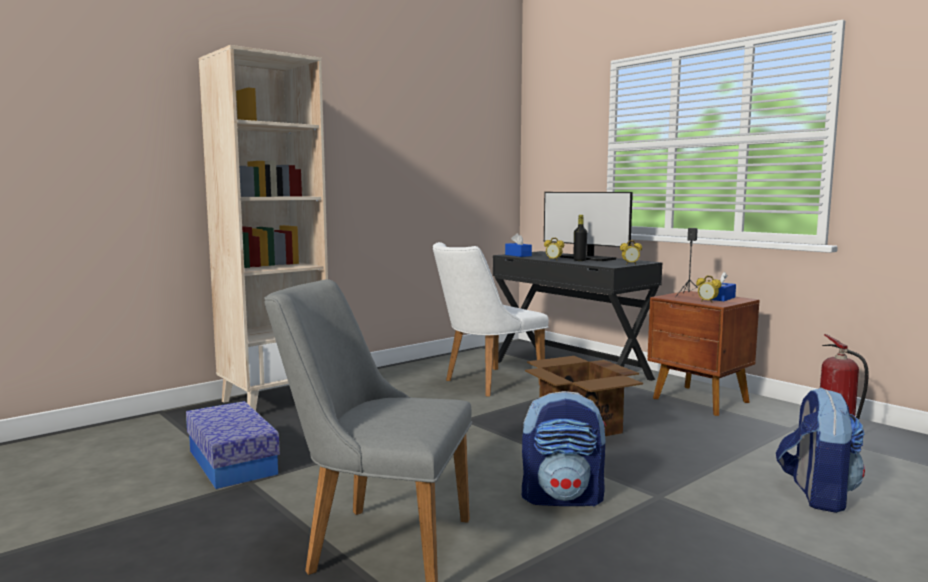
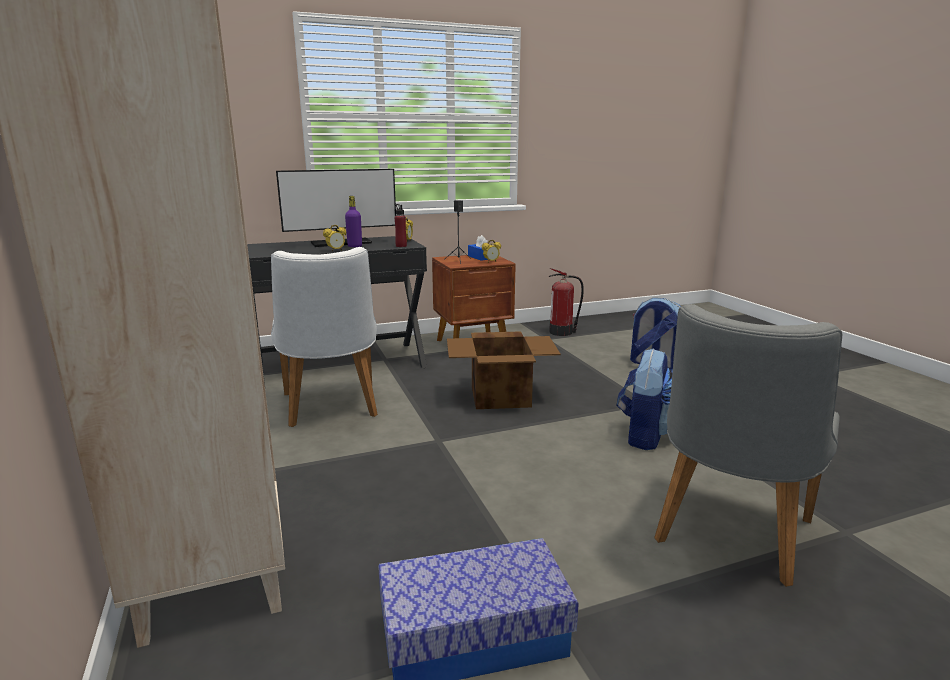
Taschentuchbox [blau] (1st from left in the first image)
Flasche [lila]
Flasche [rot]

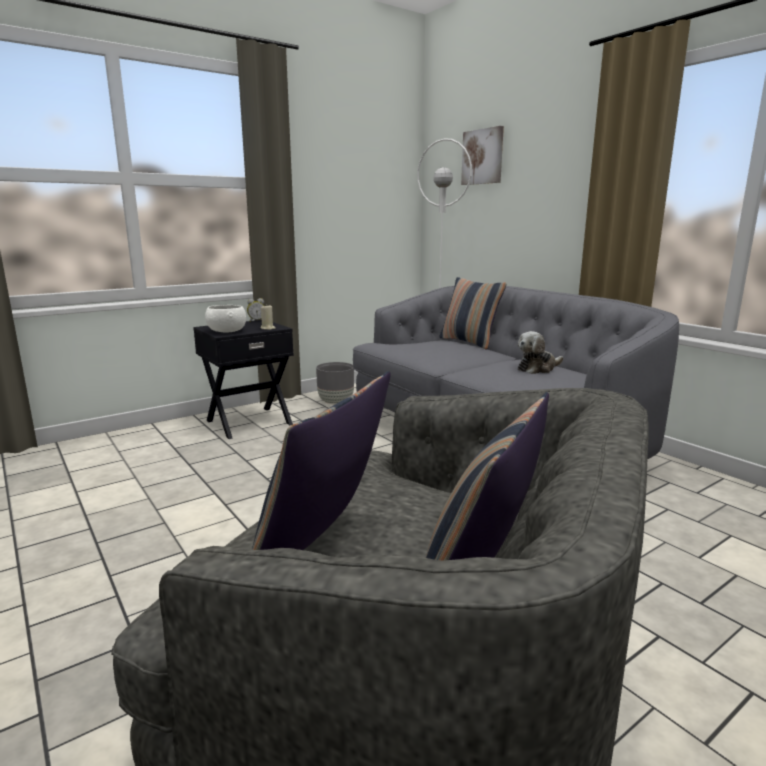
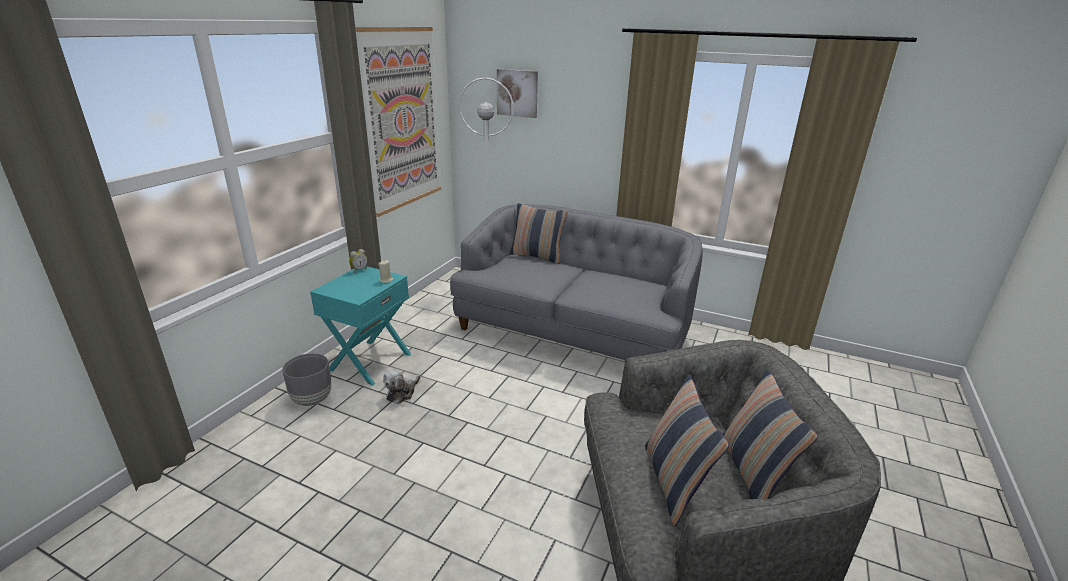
Nachttisch [türkis]
Schüssel [weiß]
Pflanzkübel [grau]
Plüschtier
Bild (1st from left)

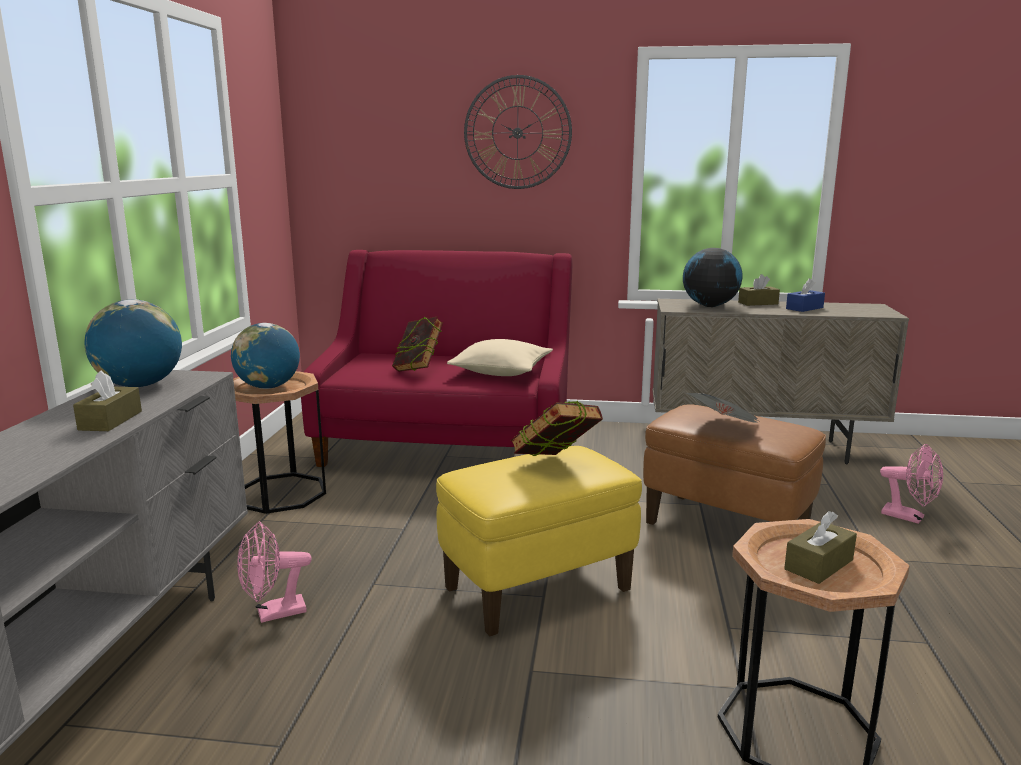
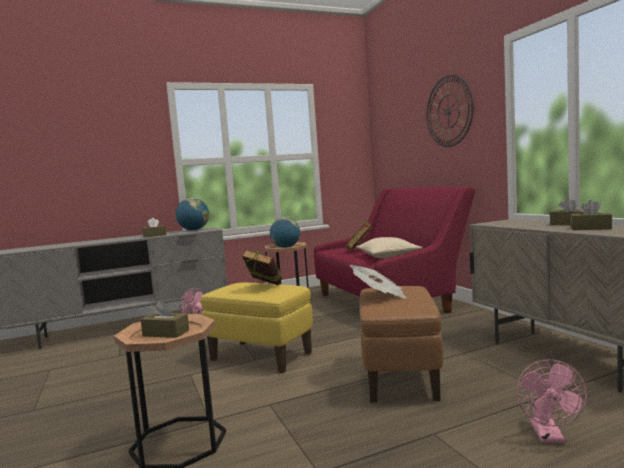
Globus (3rd from left in the first image)
Taschentuchbox [braun] (4th from left)

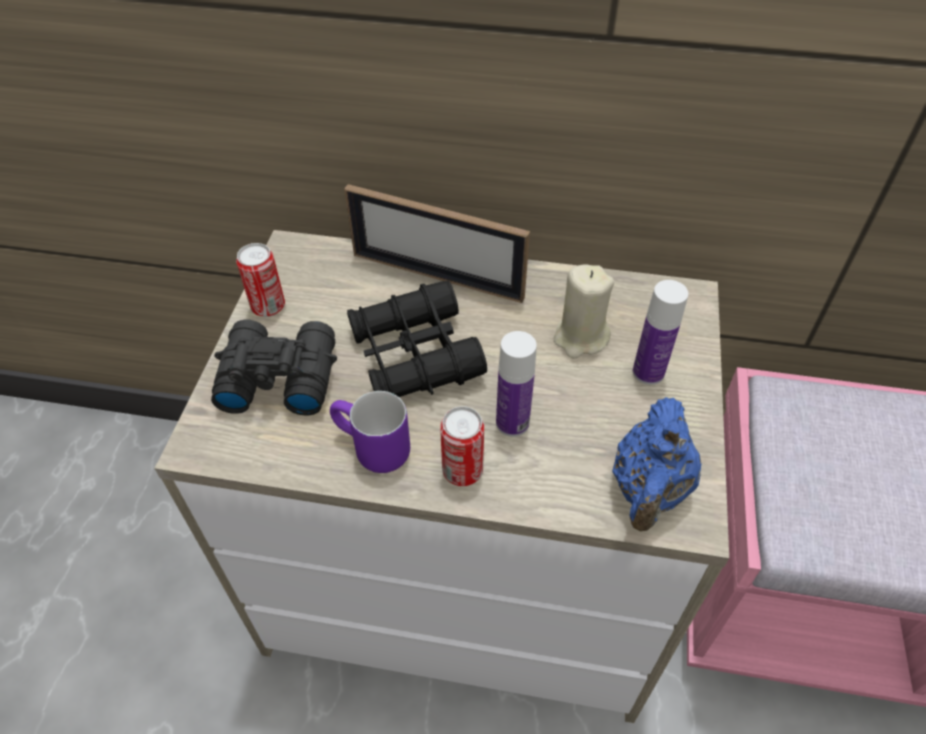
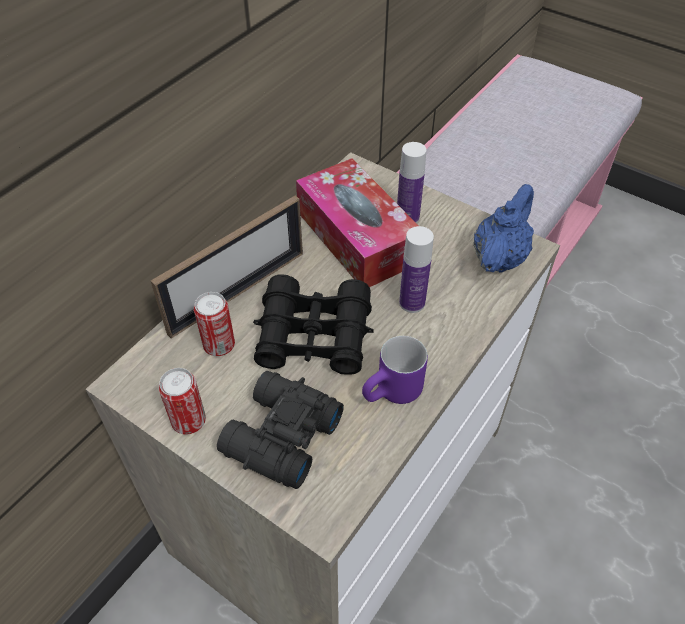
Dose (2nd from left)
Taschentuchbox
Teekanne [blau]

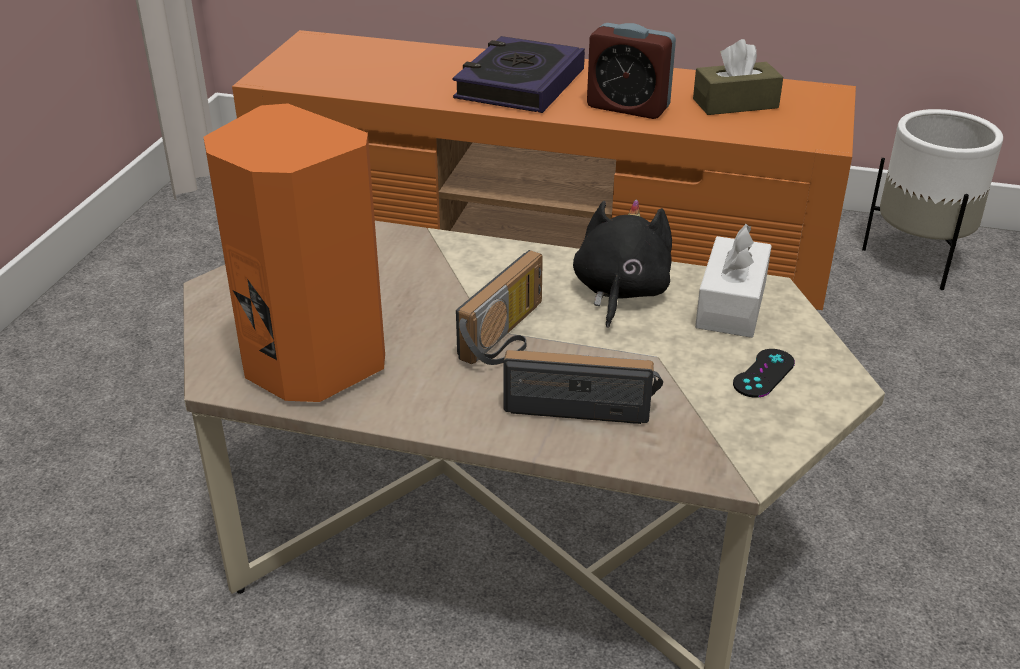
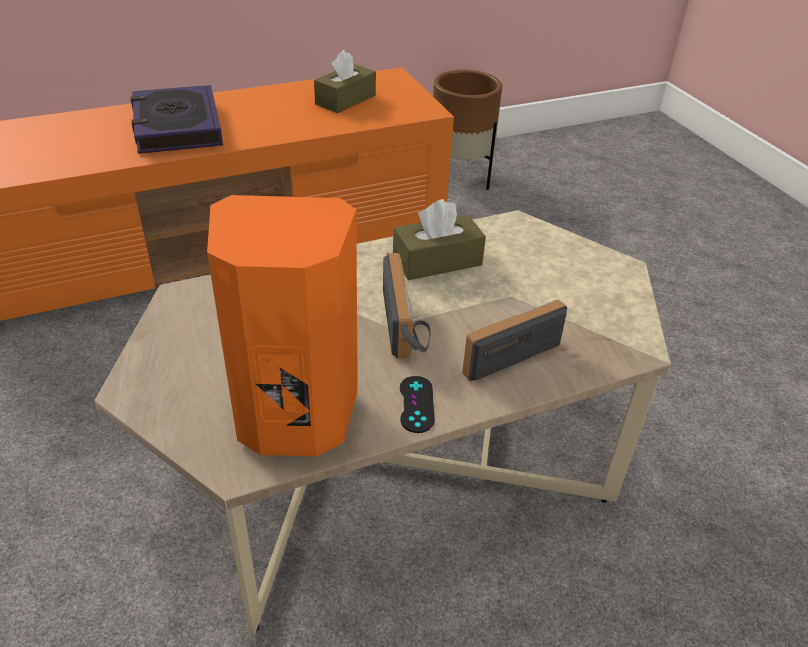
Taschentuchbox [braun] (2nd from left)
Wecker
Taschentuchbox [weiß]
Gamepad [schwarz]
Pflanzkübel [braun]

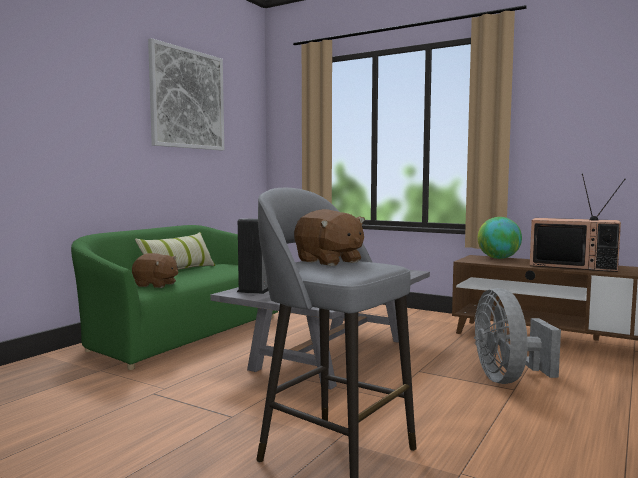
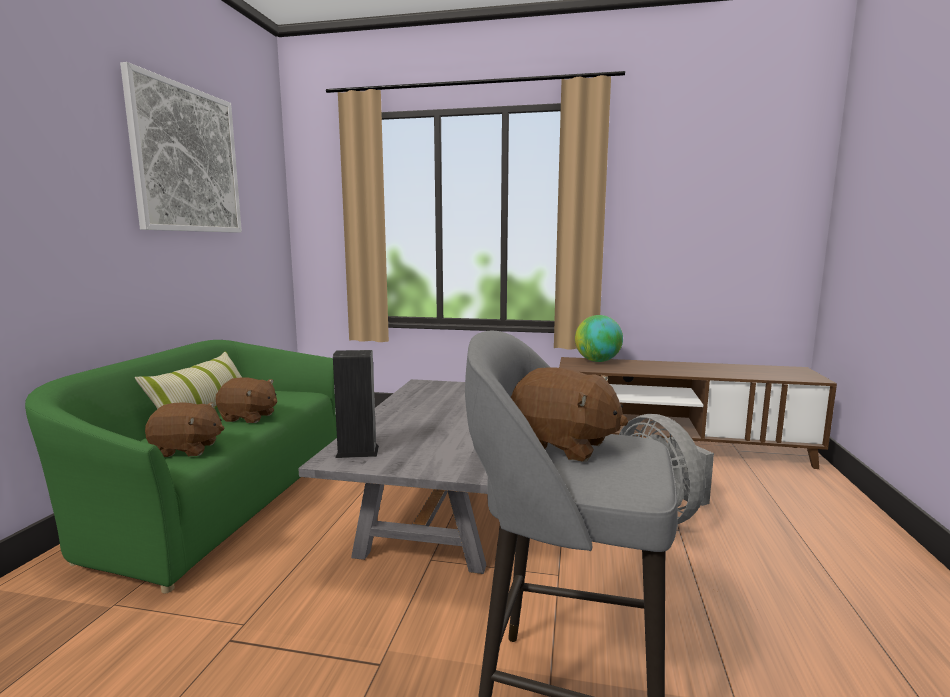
Fernseher
Plüschtier [braun] (2nd from left)

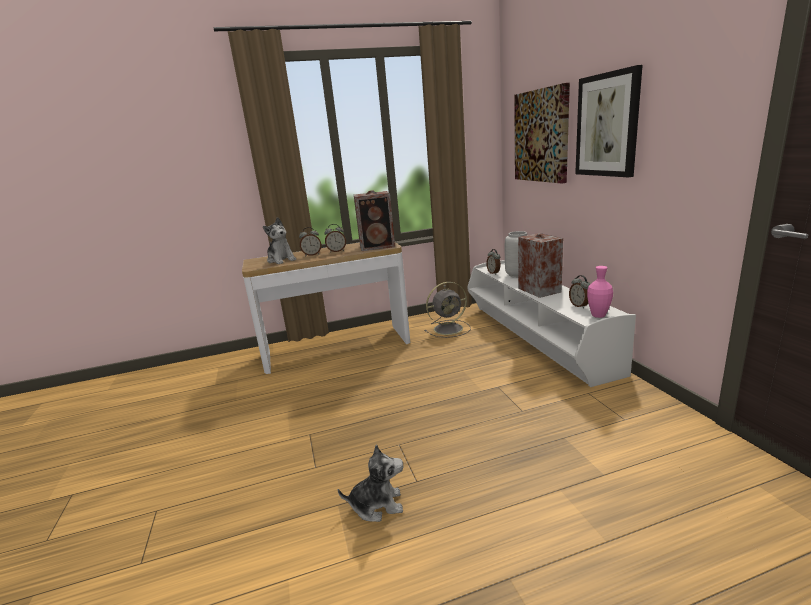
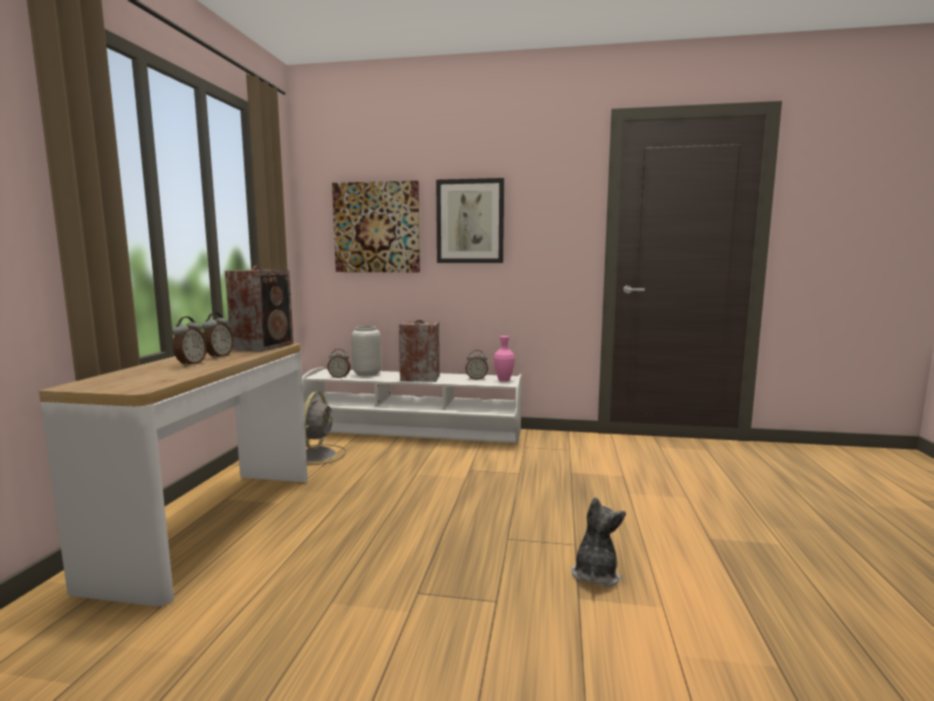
Plüschtier (1st from left in the first image)

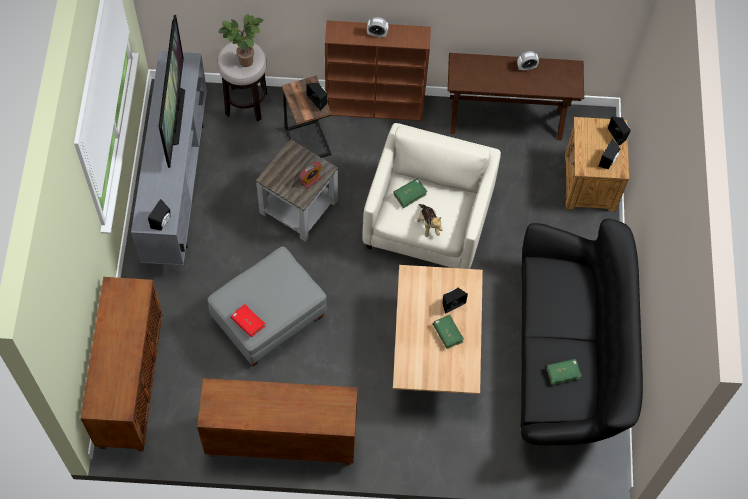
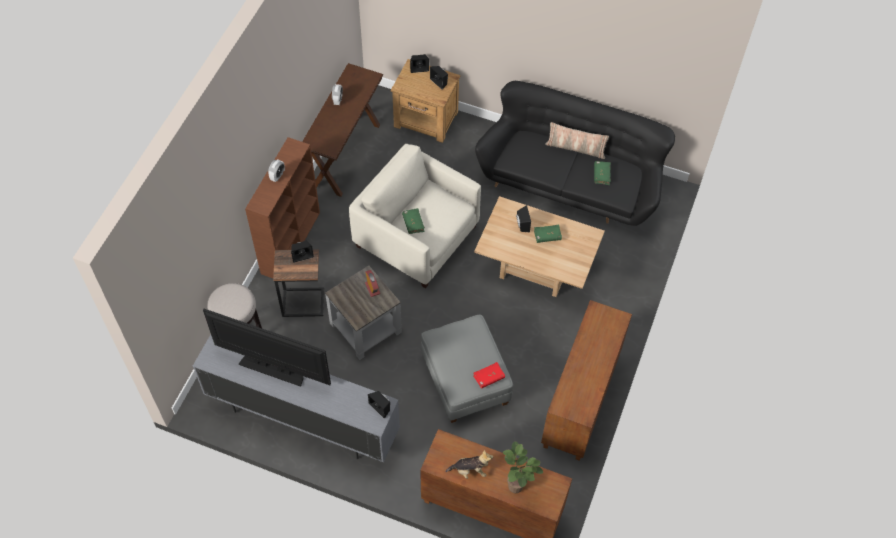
Topfpflanze
Plüschtier
Kissen

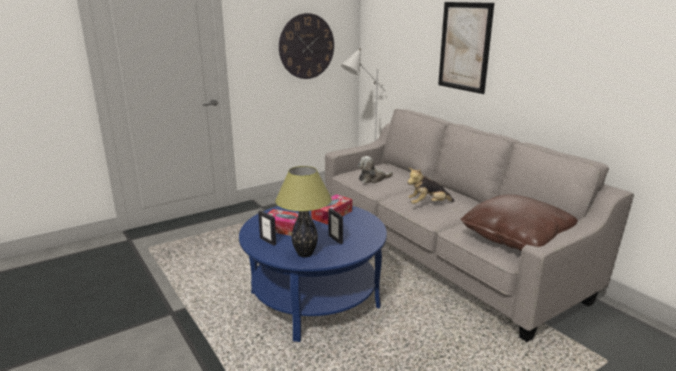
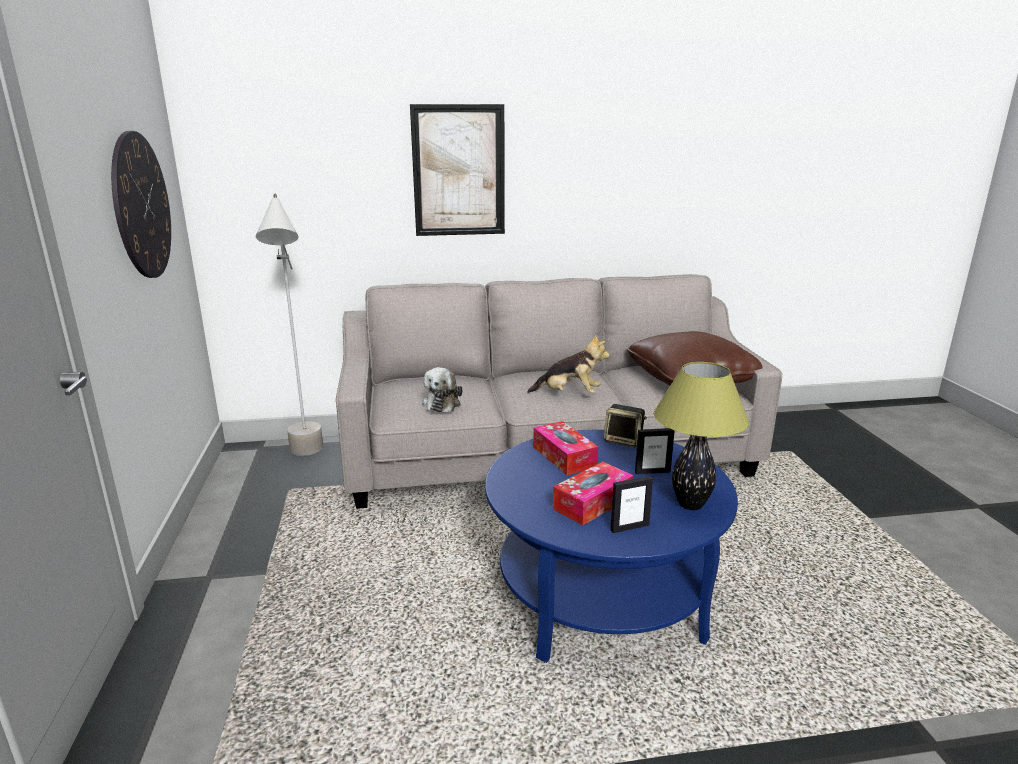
Plüschtier (2nd from left)
Lautsprecher

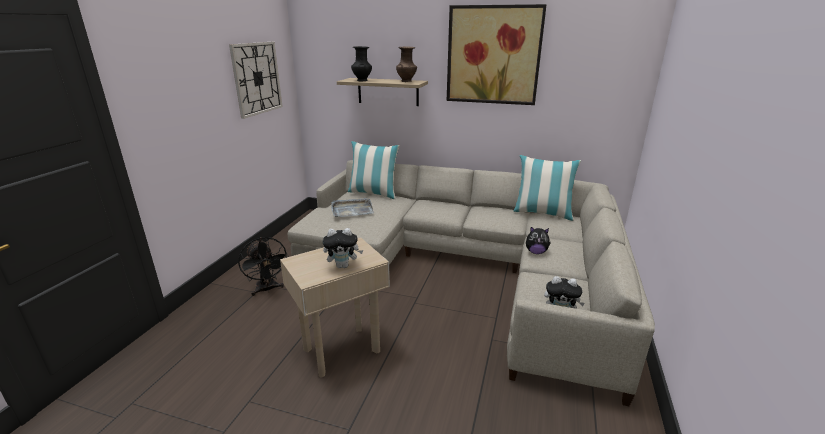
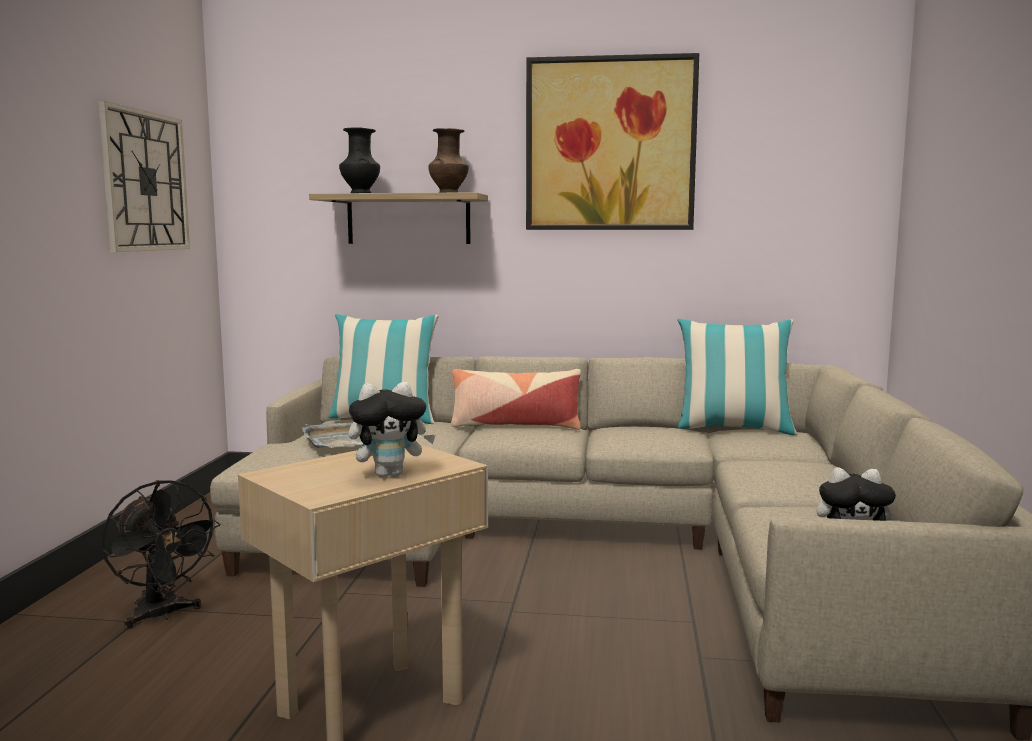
Plüschtier (2nd from left in the first image)
Kissen (2nd from left)

